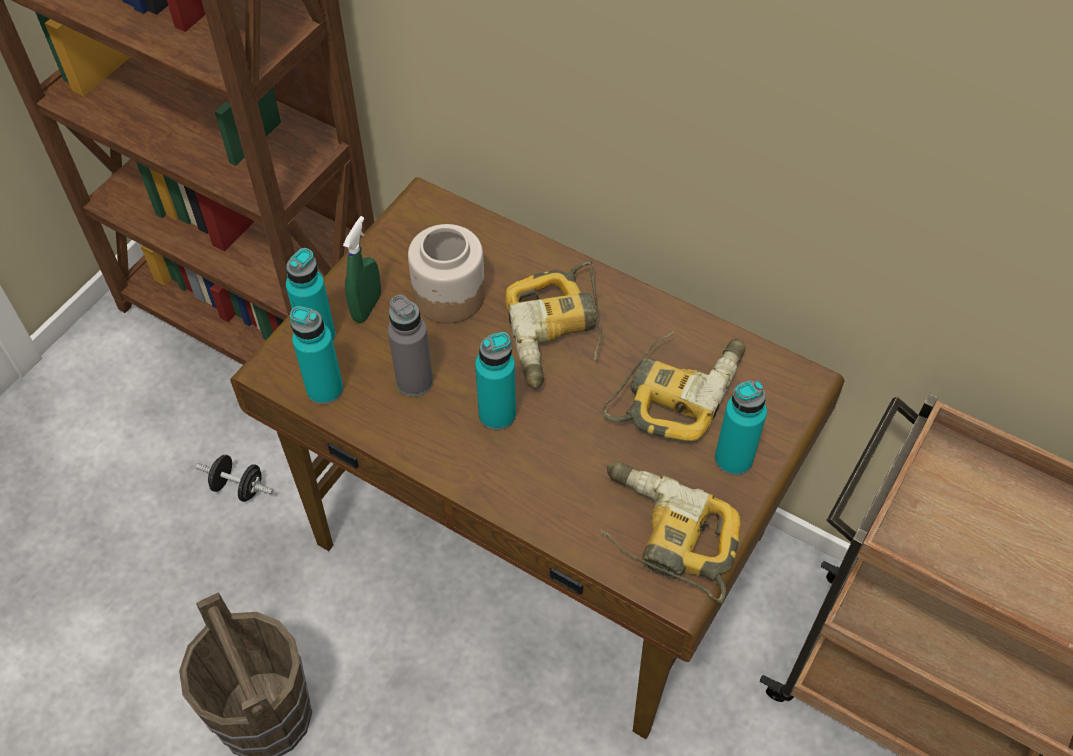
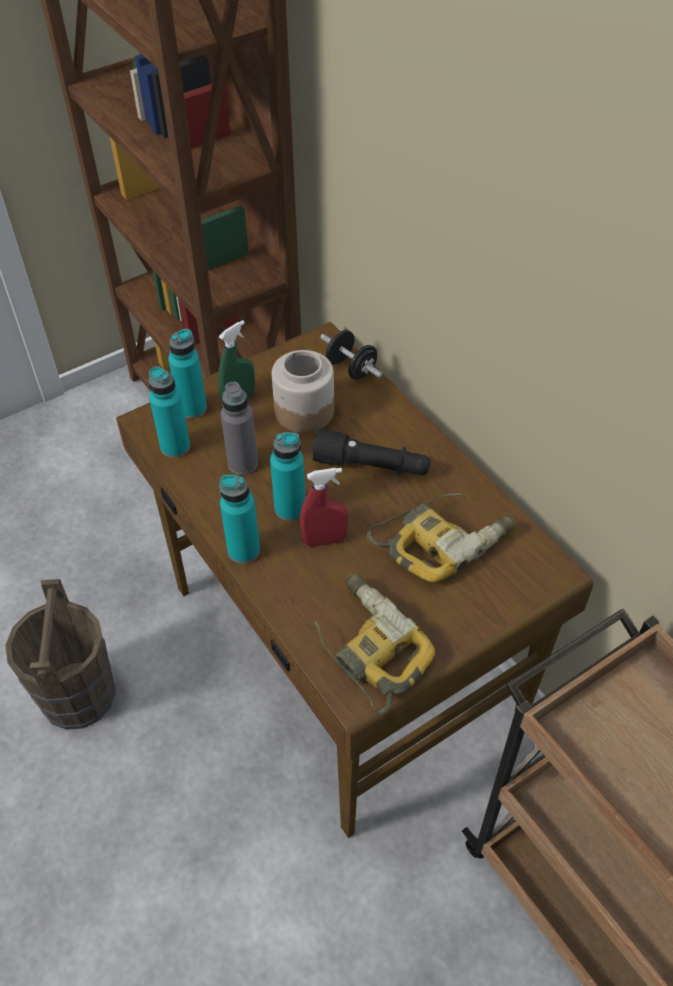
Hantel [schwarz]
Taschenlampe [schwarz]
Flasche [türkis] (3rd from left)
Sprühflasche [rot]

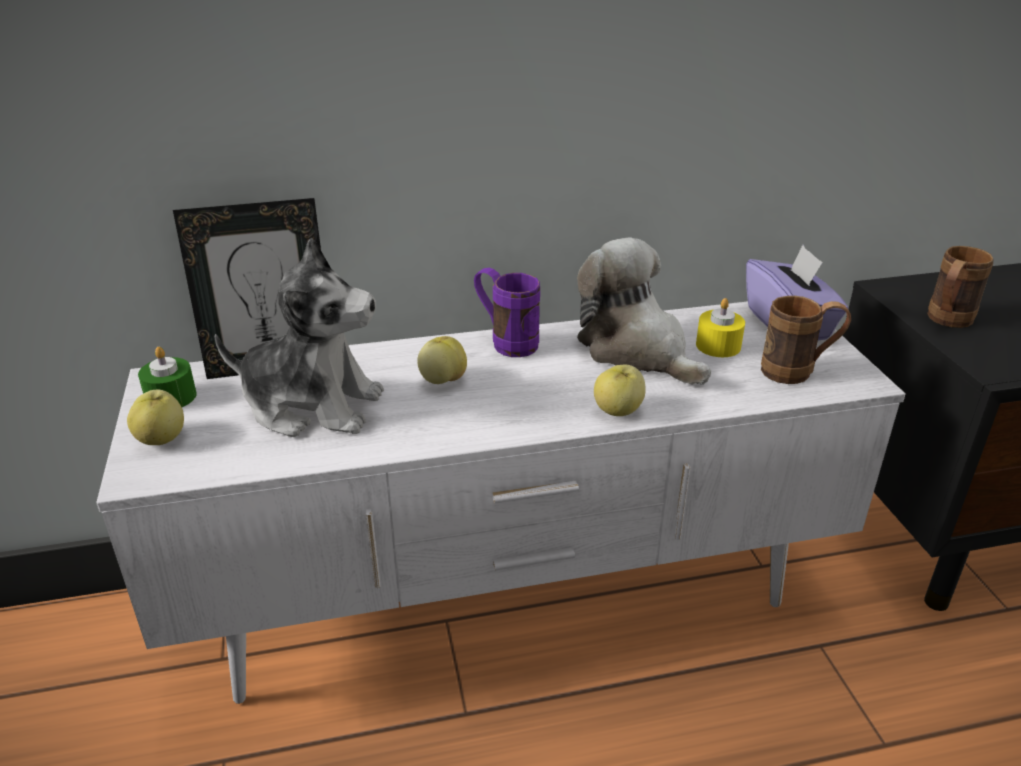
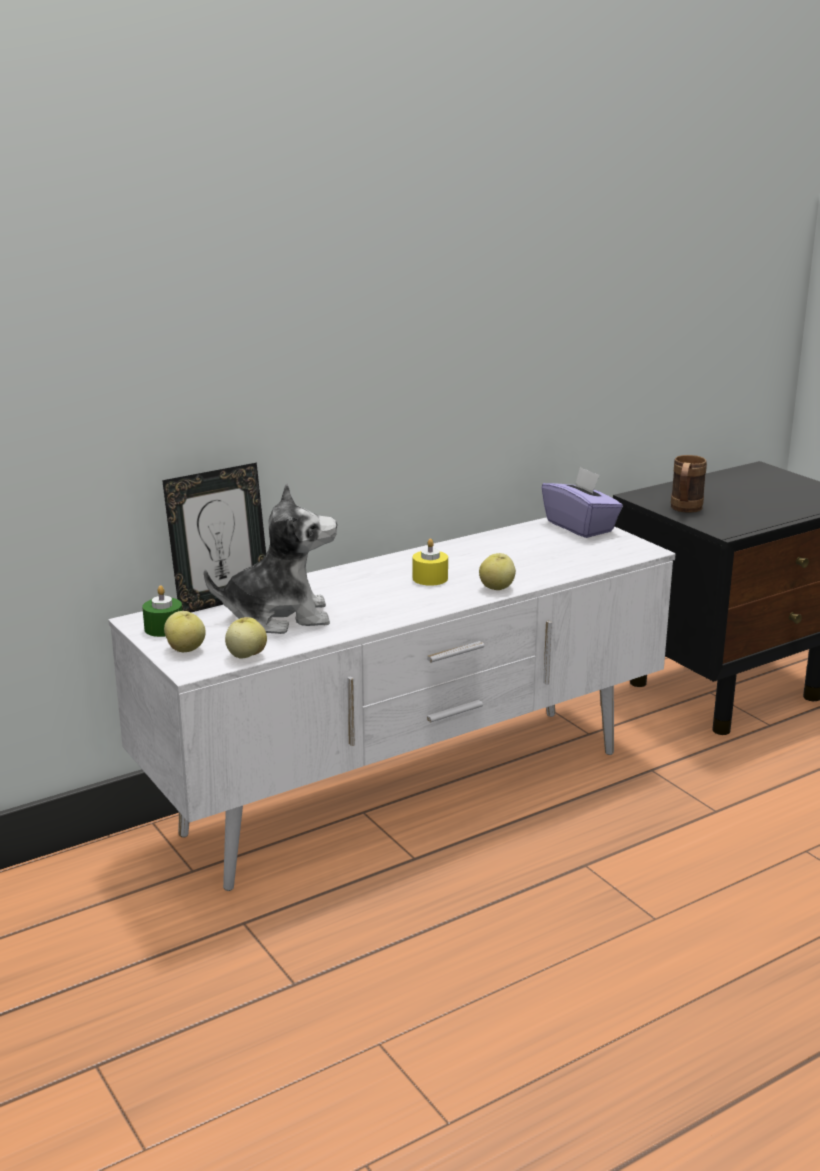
Apfel (2nd from left)
Henkelbecher [lila]
Plüschtier (2nd from left in the first image)
Kerze [gelb]
Henkelbecher [braun] (1st from left in the first image)

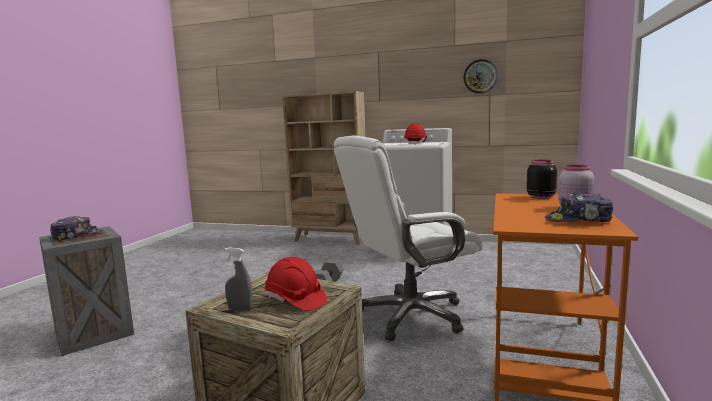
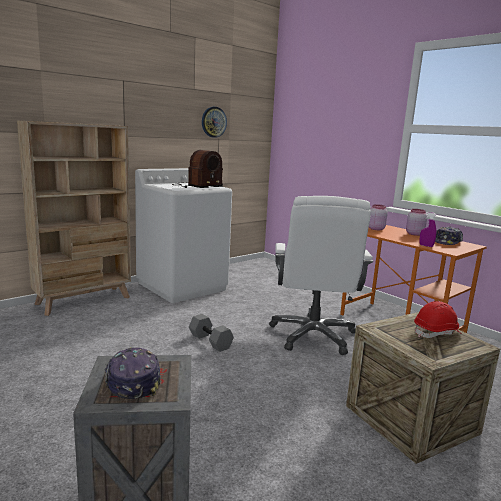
Sprühflasche [grau]
Radio
Vorratsglas [rosa] (1st from left)
Sprühflasche [lila]

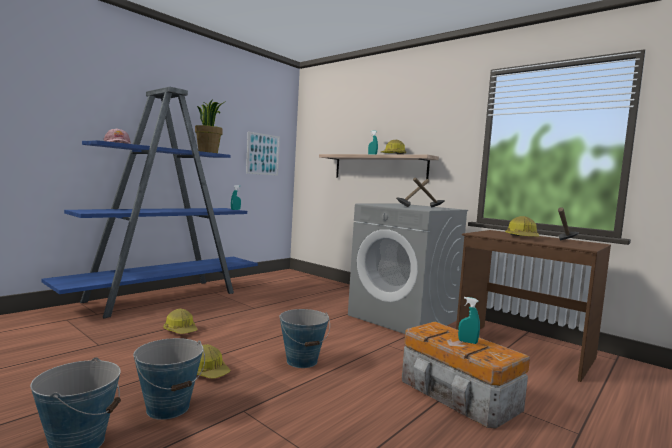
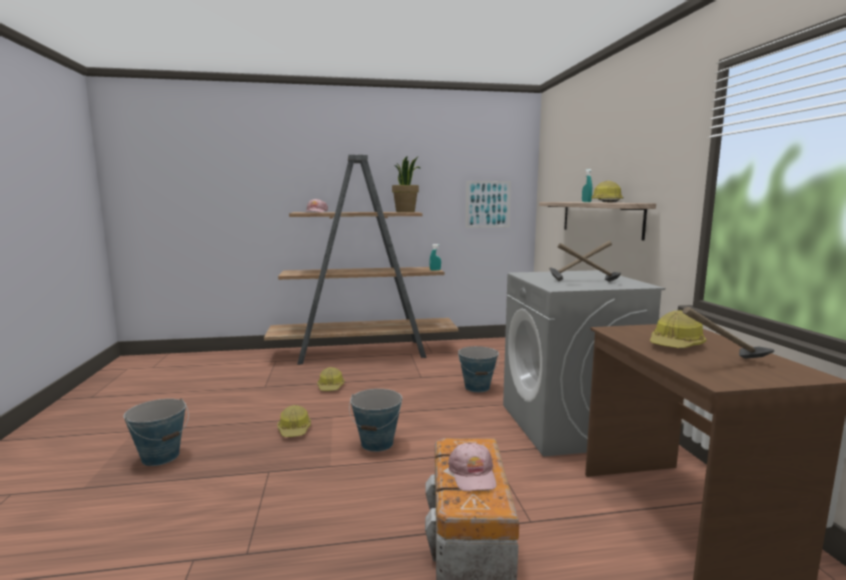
Bücherregal [braun]
Eimer (3rd from left)
Kappe [rosa] (2nd from left)

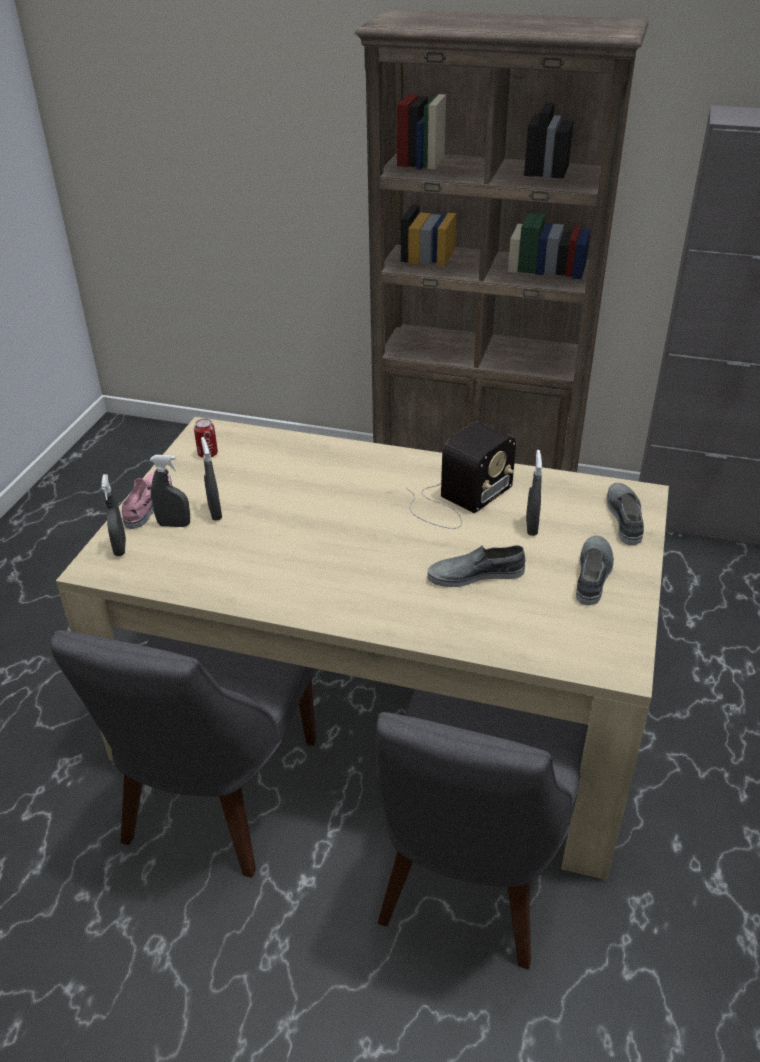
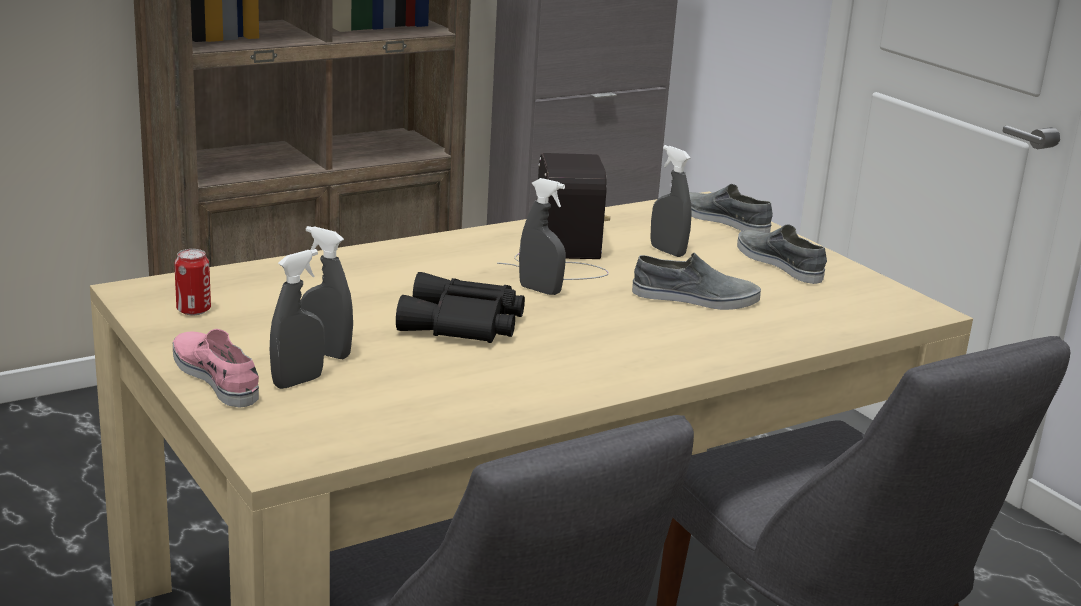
Sprühflasche [grau] (3rd from left)
Schuh [grau] (1st from left)
Fernglas [schwarz]

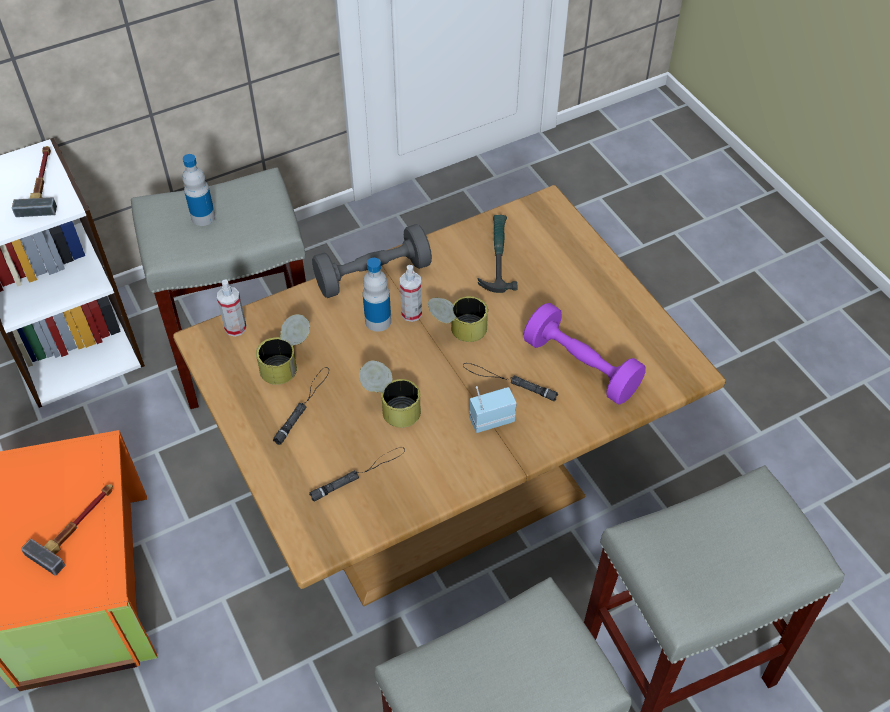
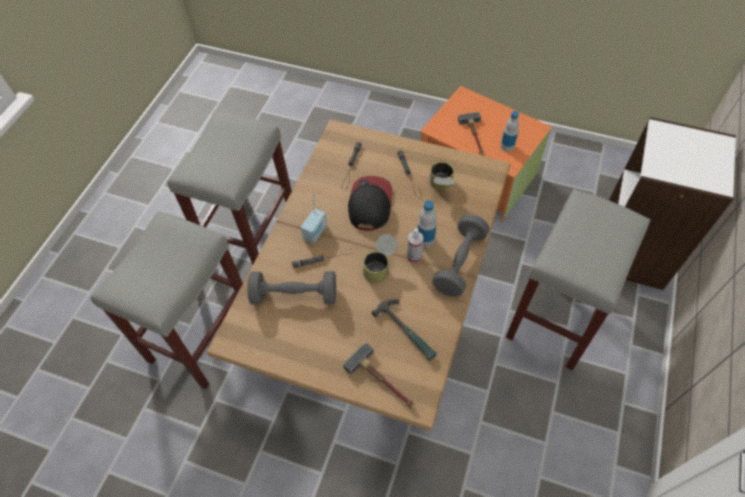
Hammer (1st from left)
Flasche (2nd from left)
Sprühflasche (1st from left in the first image)
Kappe
Hantel [grau] (1st from left)

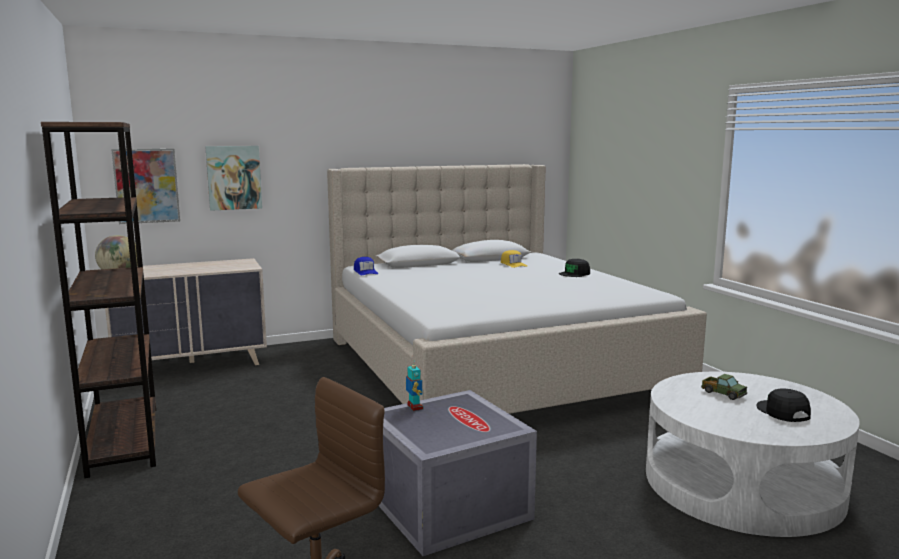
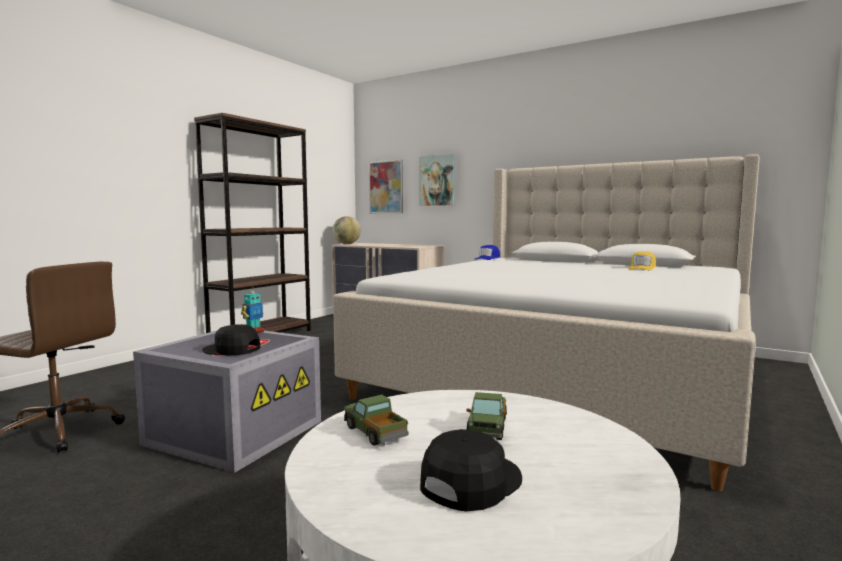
Kappe [schwarz] (1st from left)
Spielzeuglaster (1st from left)

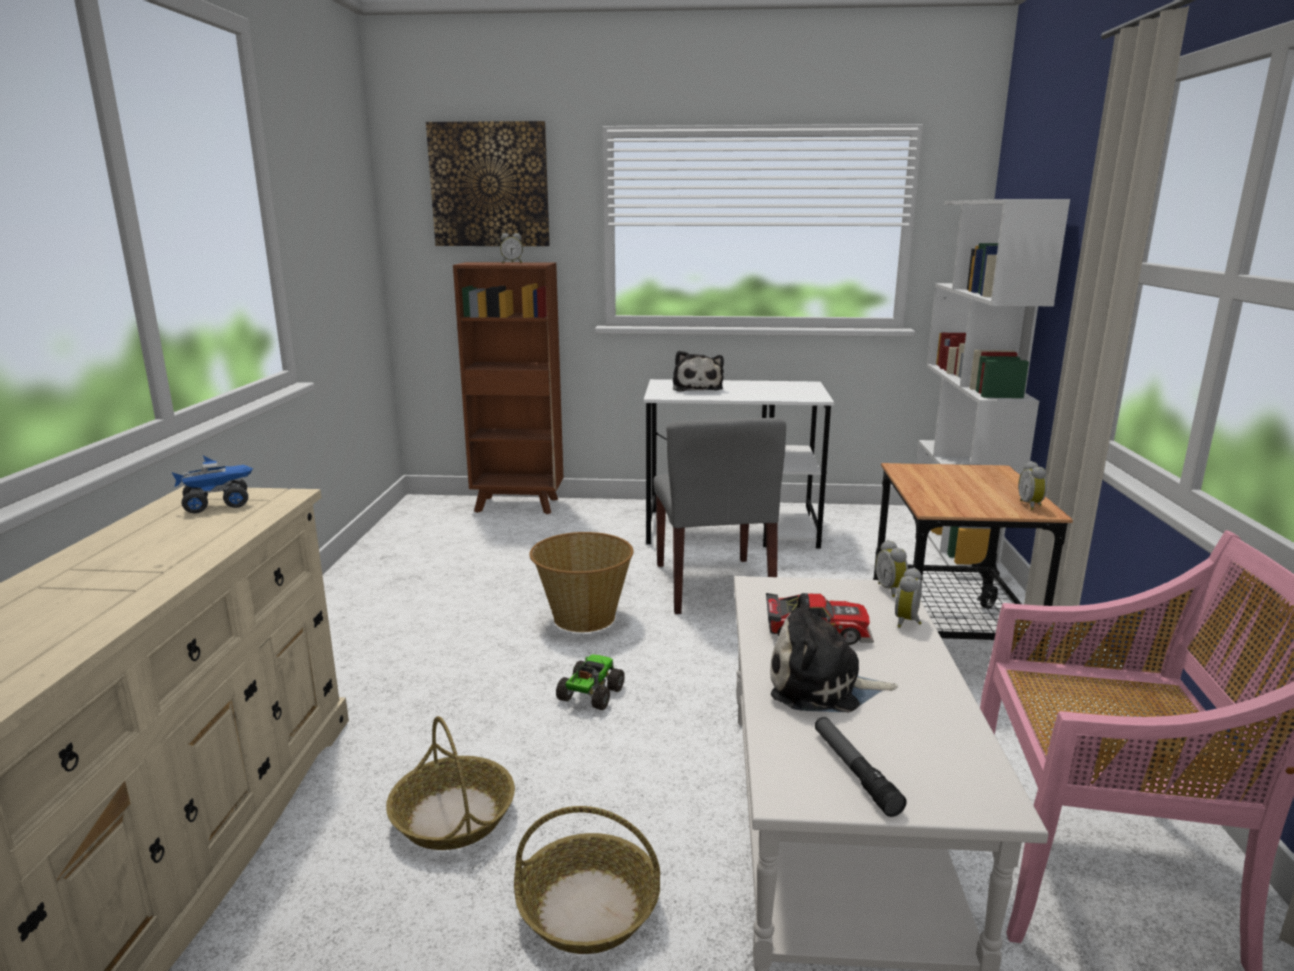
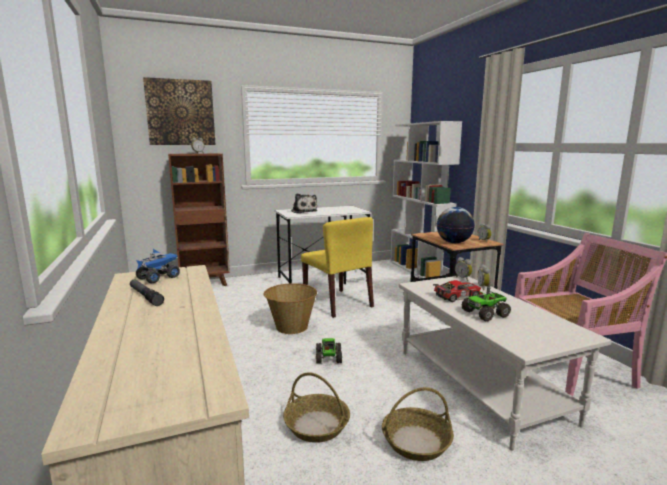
Stuhl [gelb]
Spielzeuglaster (3rd from left)
Taschenlampe
Globus

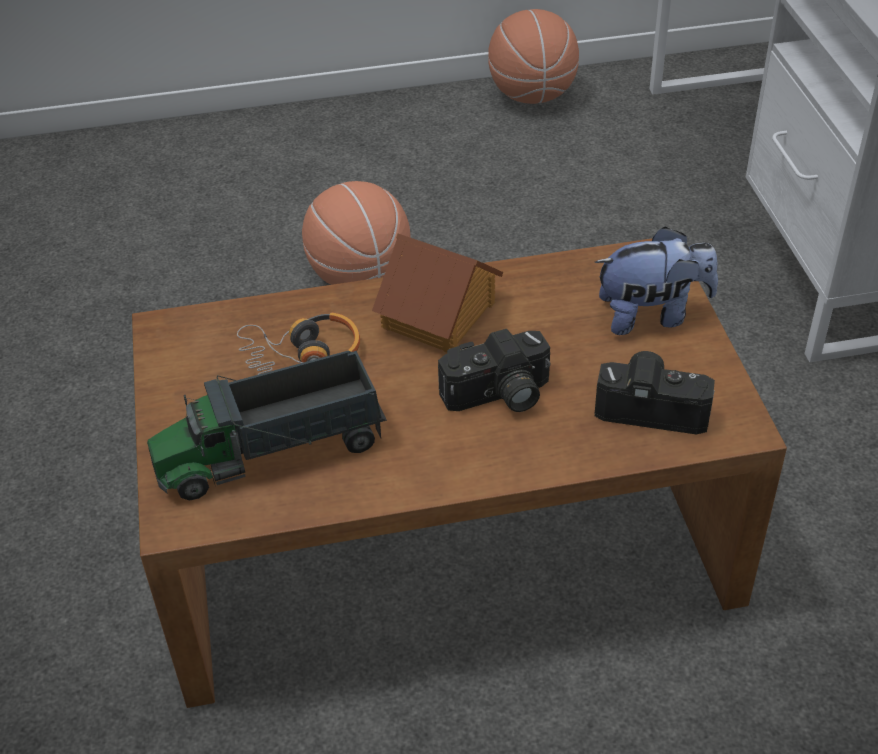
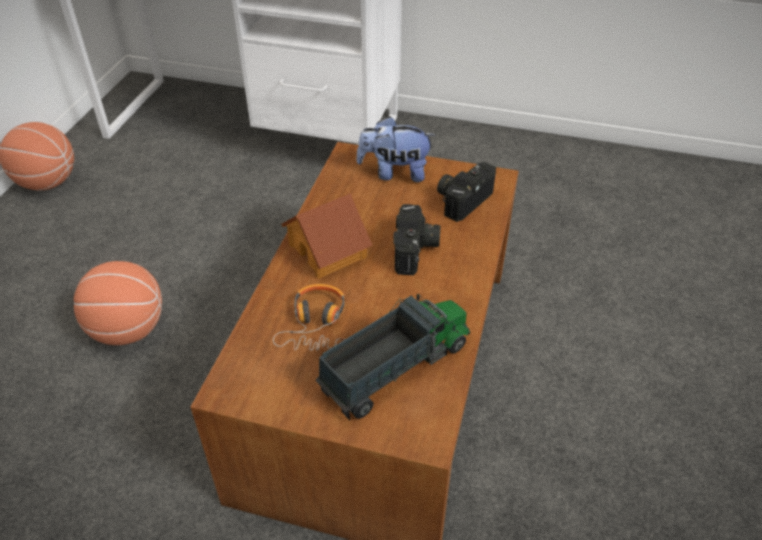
Spielzeuglaster
Plüschtier

